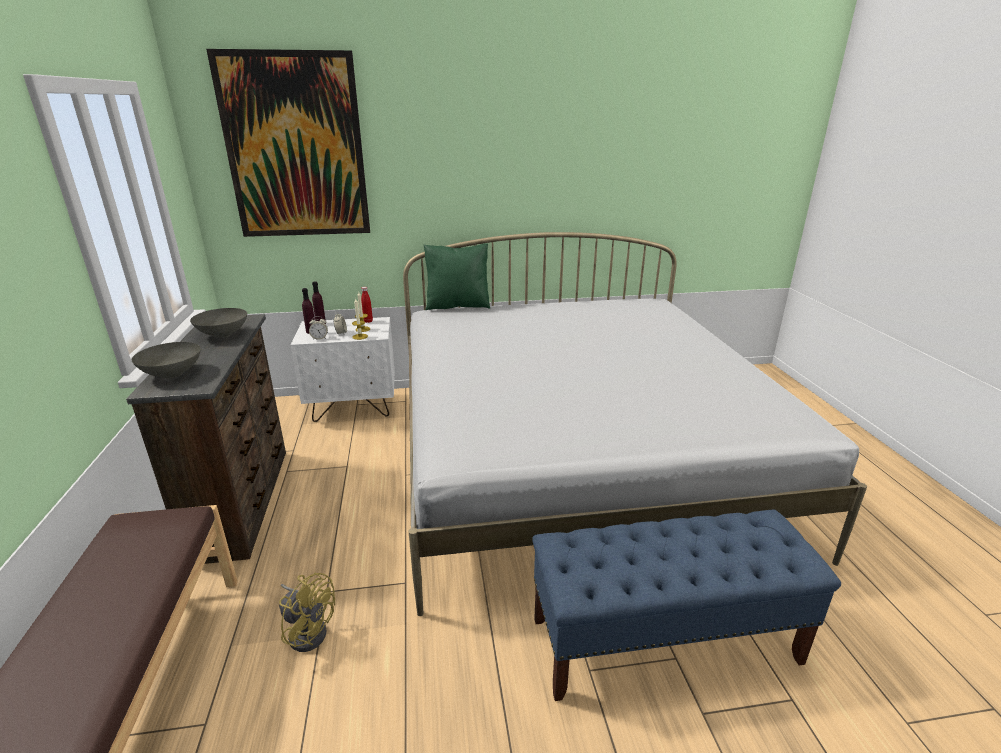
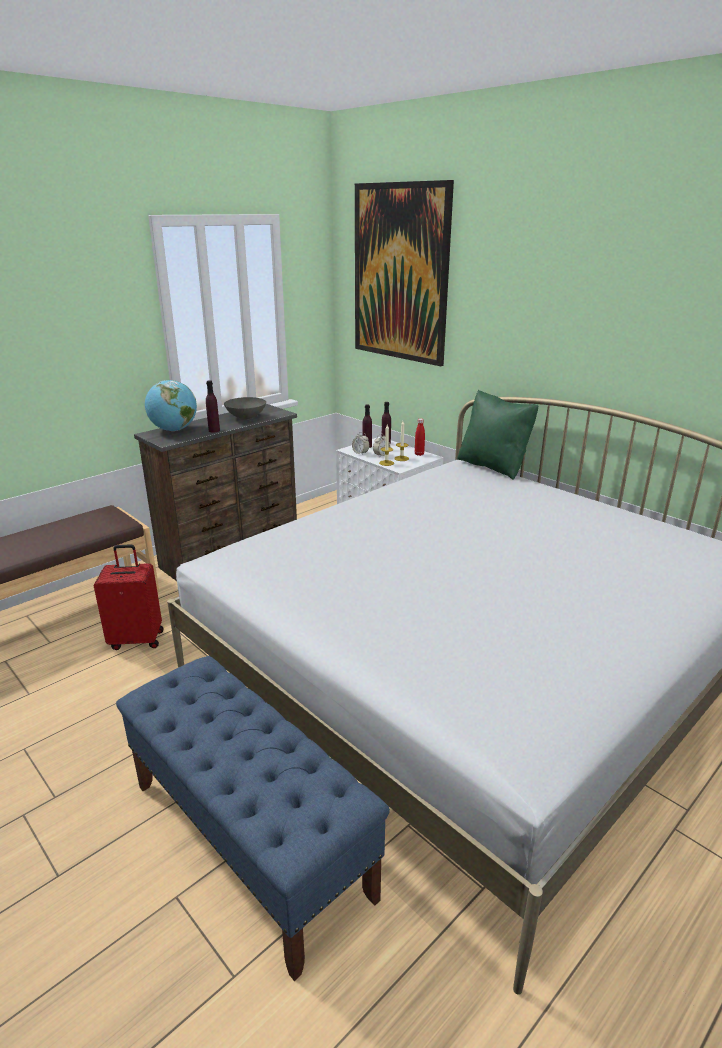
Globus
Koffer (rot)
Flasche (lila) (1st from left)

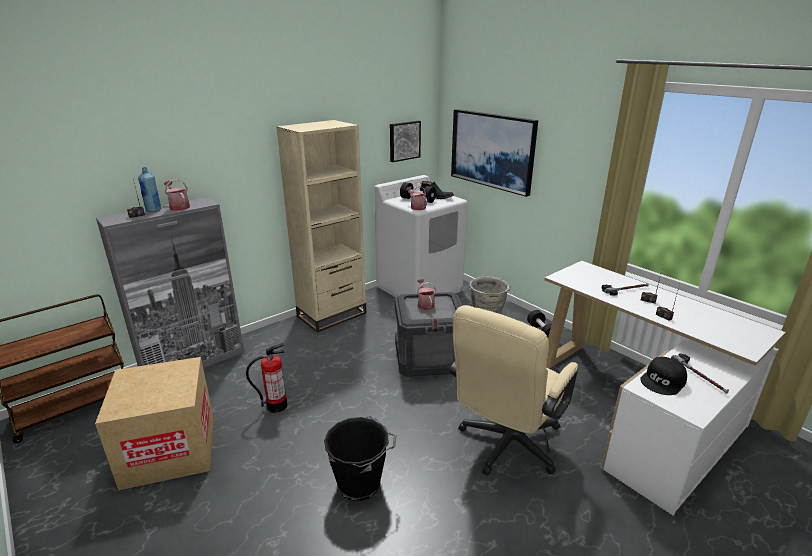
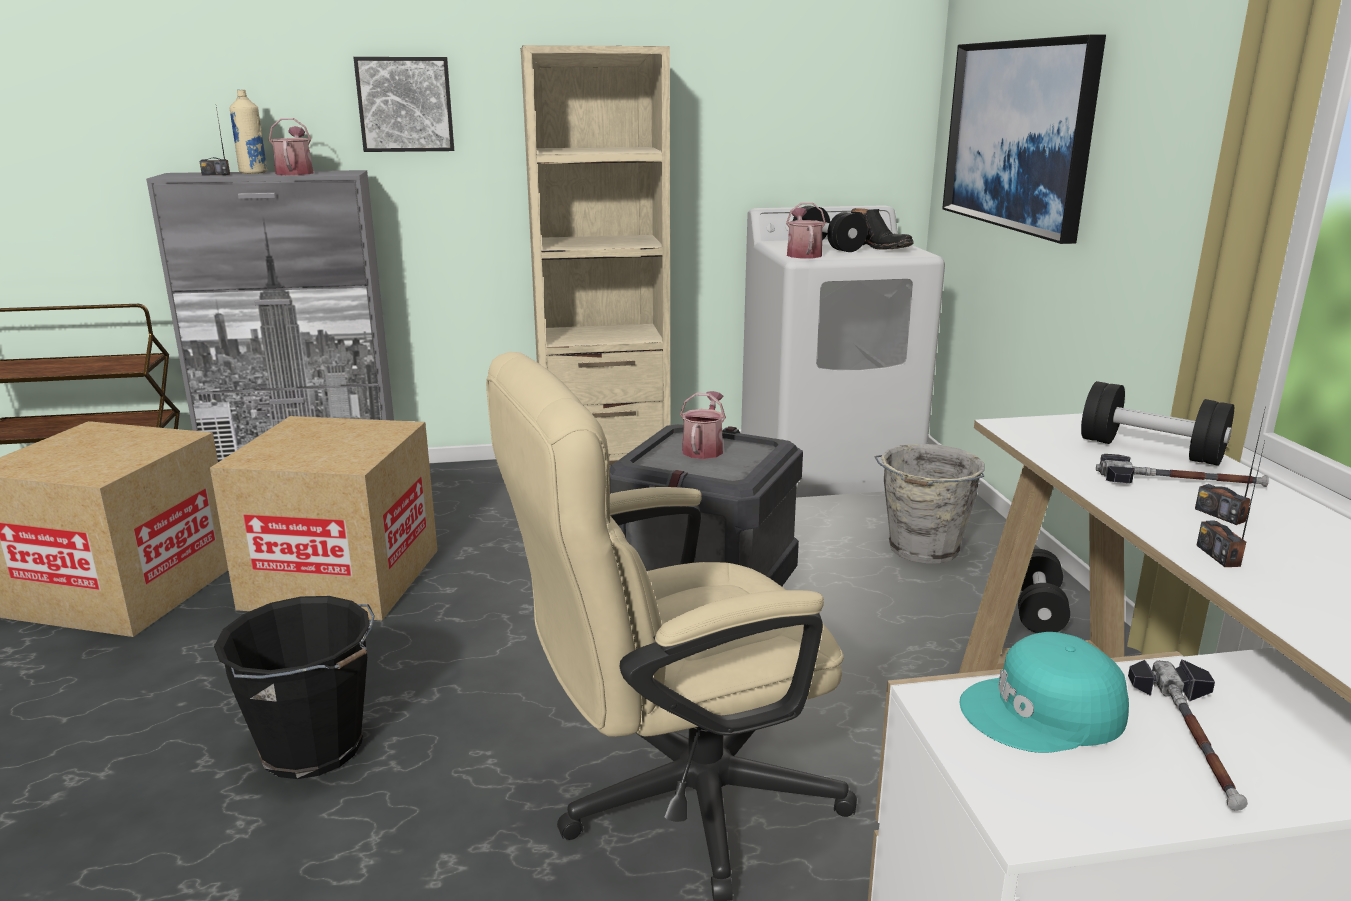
Bild (1st from left)
Flasche (beige)
Karton (2nd from left)
Kappe (türkis)
Hantel (schwarz) (3rd from left)

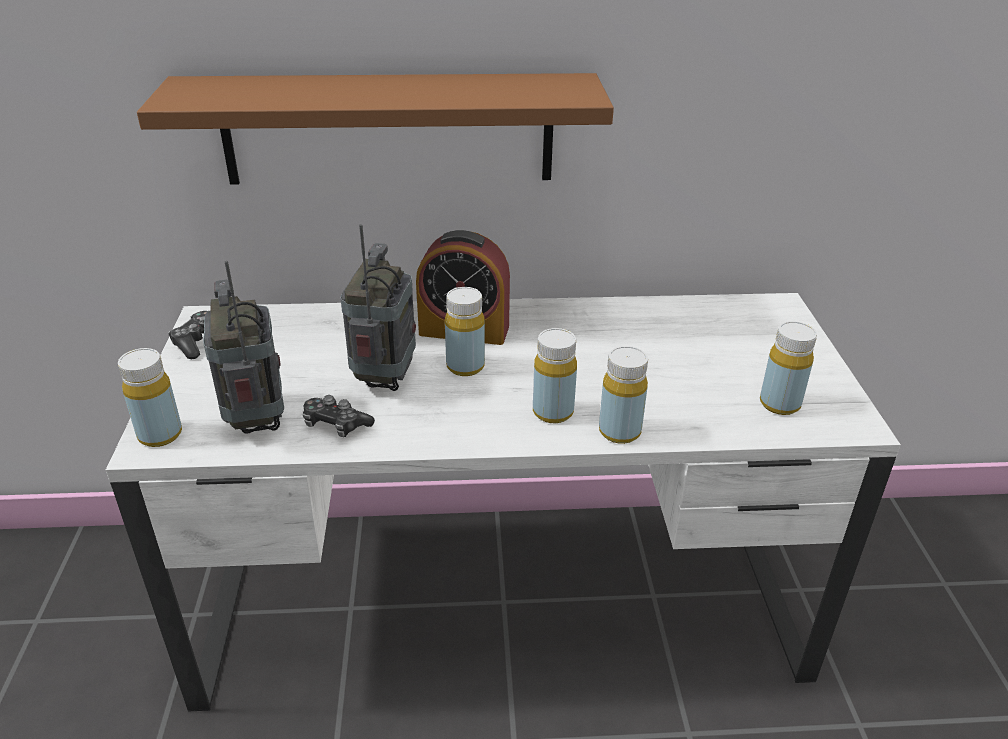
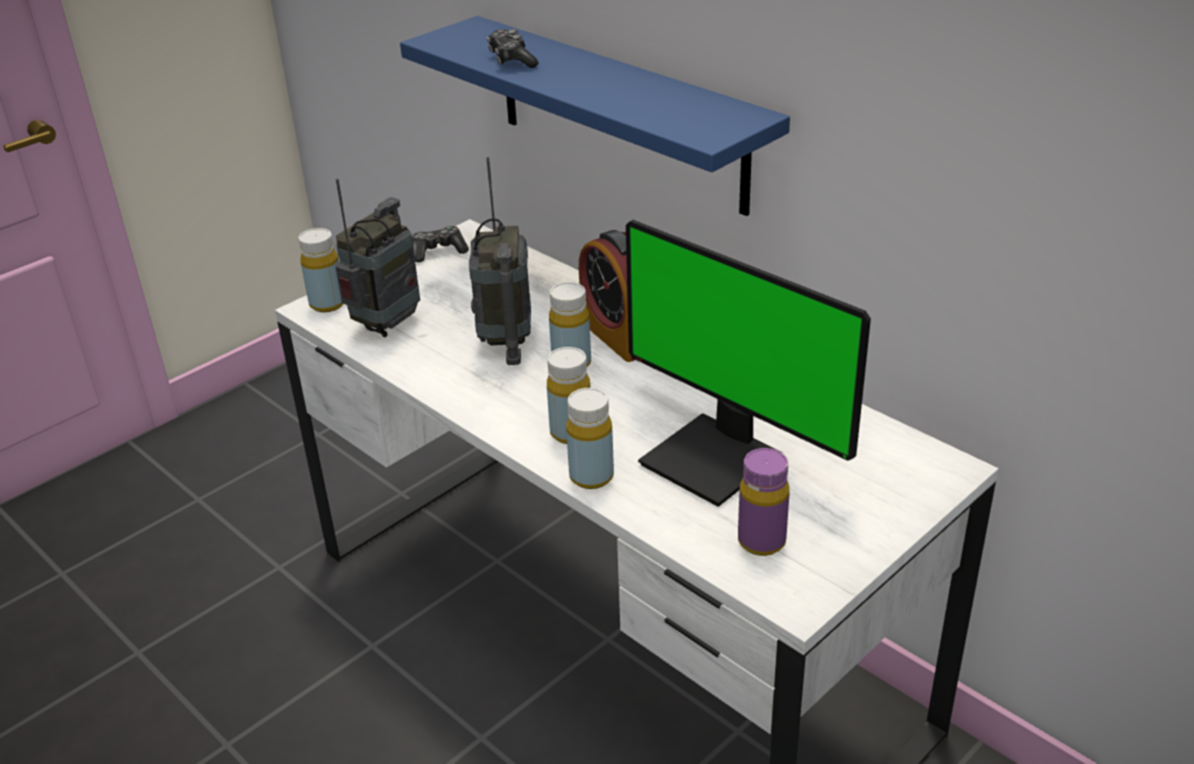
Wandregal (blau)
Radio (2nd from left)
Flasche (lila)
Gamepad (2nd from left)
Monitor

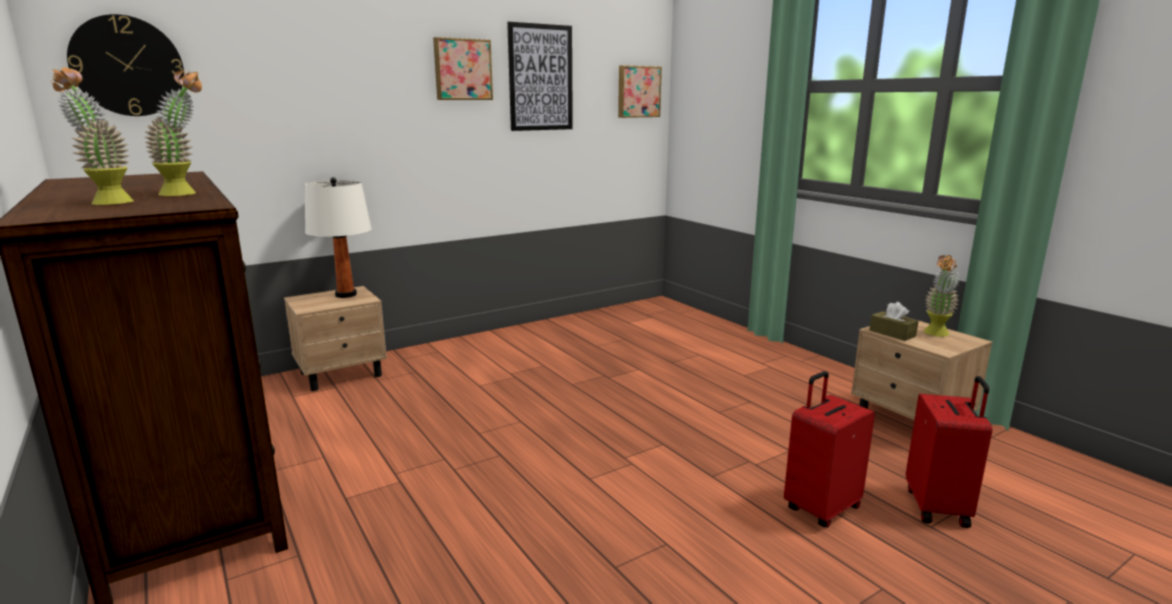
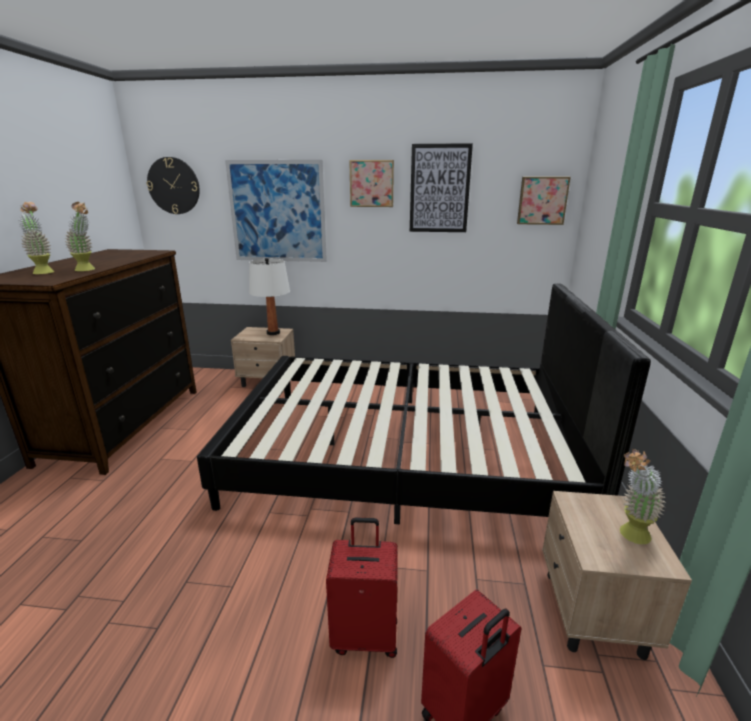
Taschentuchbox (braun)
Bild (1st from left)
Bett (schwarz)

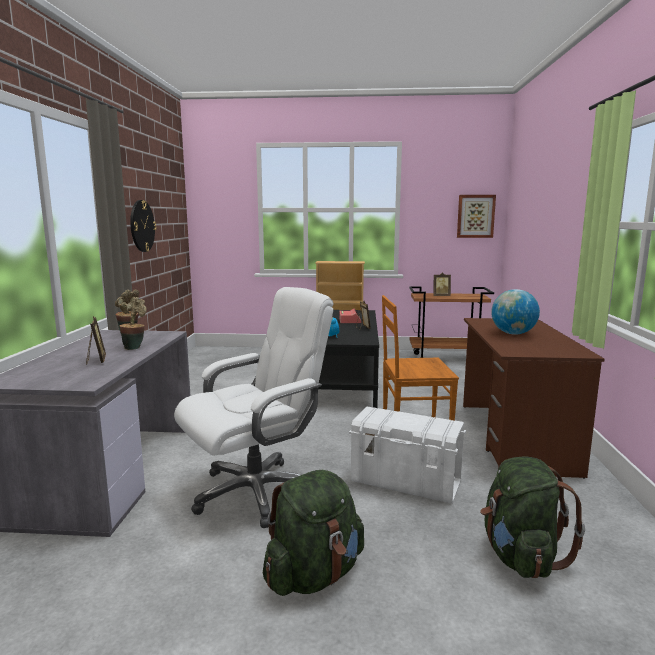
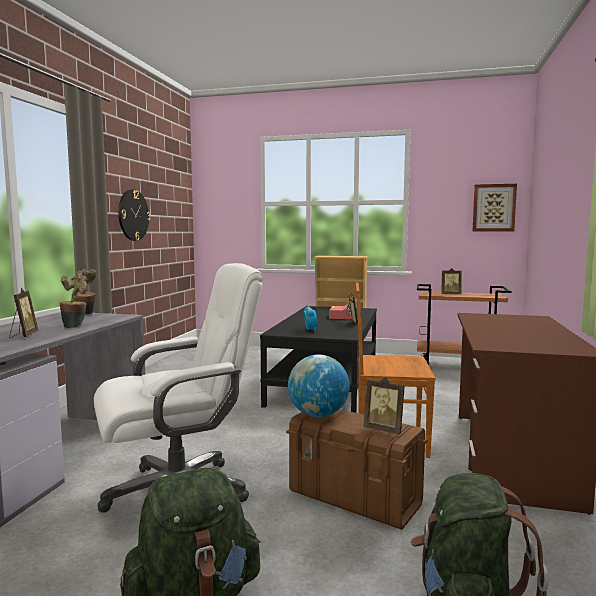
Globus
Aufbewahrungsbox (braun)
Bilderrahmen (3rd from left)

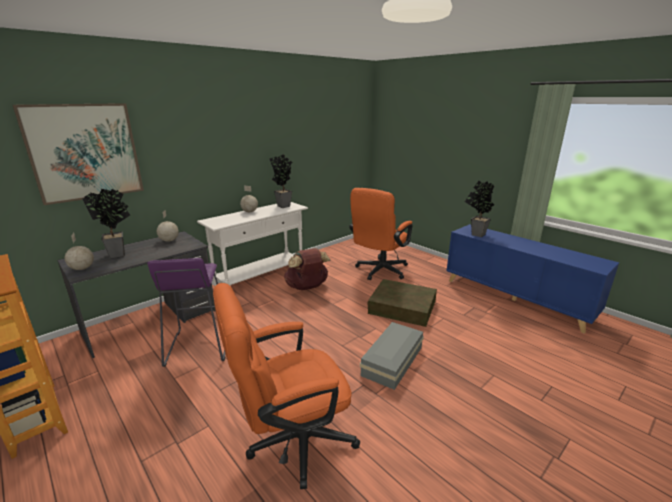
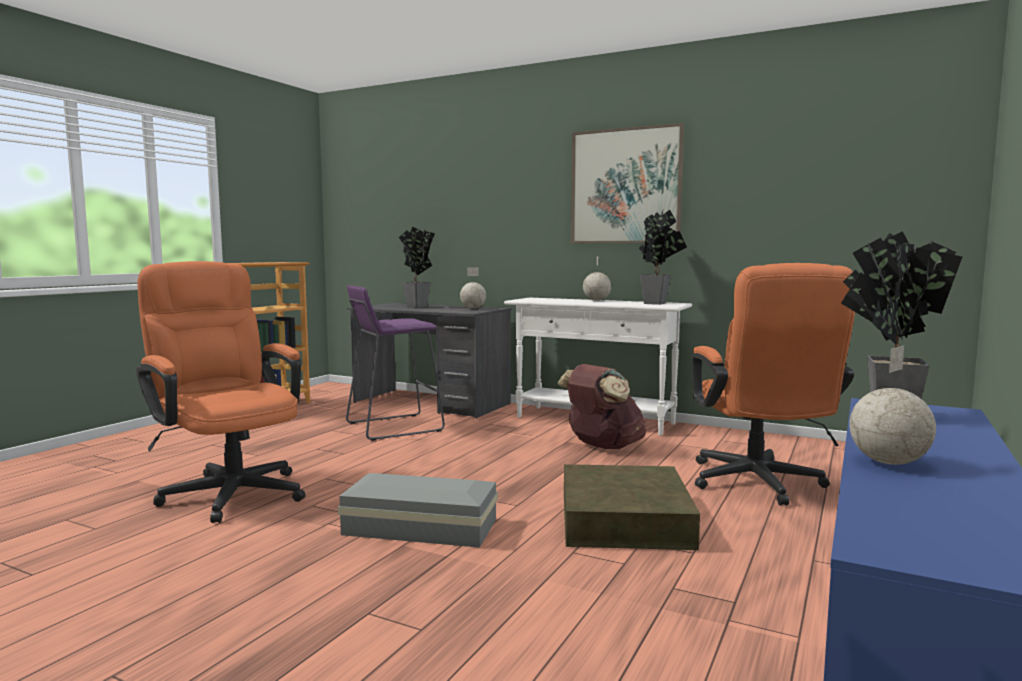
Bild
Bürostuhl (orange) (2nd from left)
Globus (3rd from left)

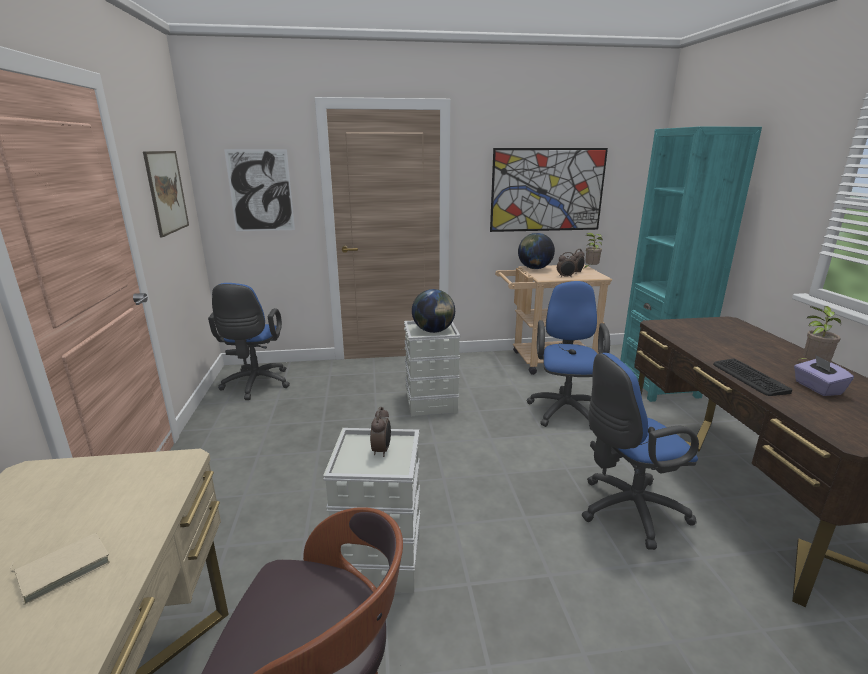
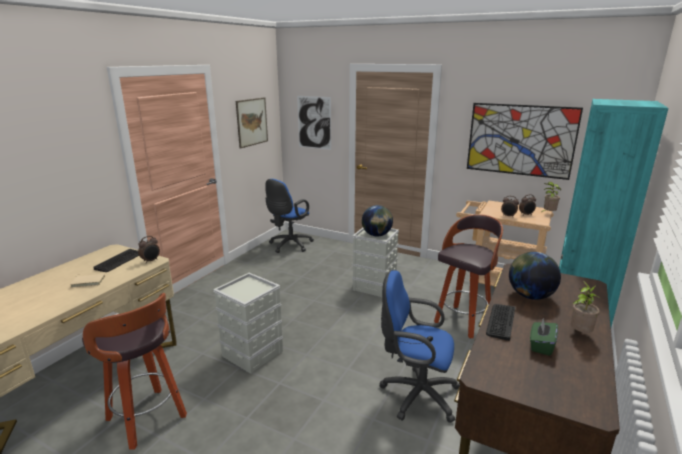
Globus (2nd from left)
Hocker (2nd from left)
Taschentuchbox (grün)
Wecker (1st from left)
Tastatur (1st from left)

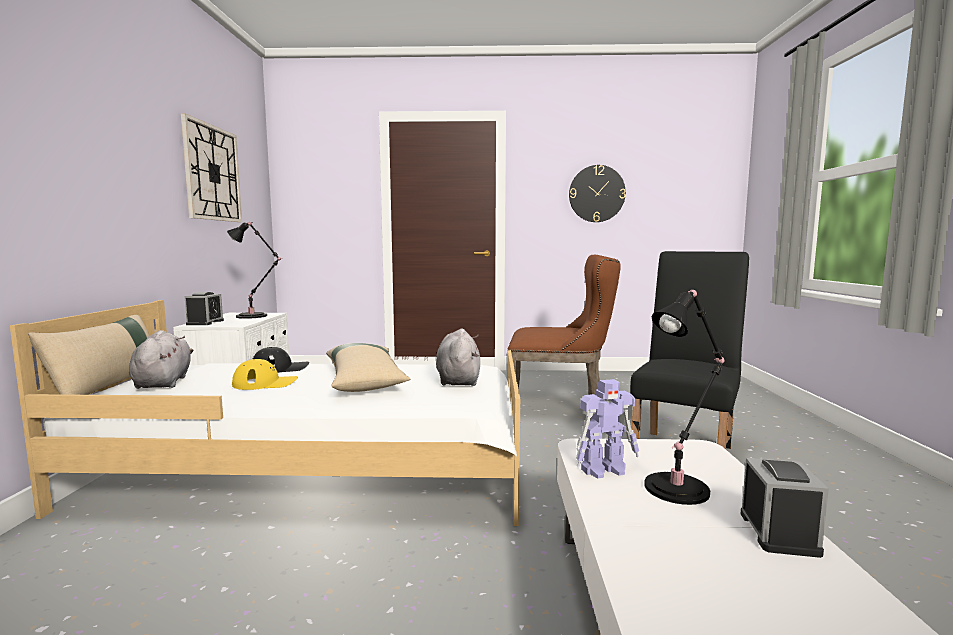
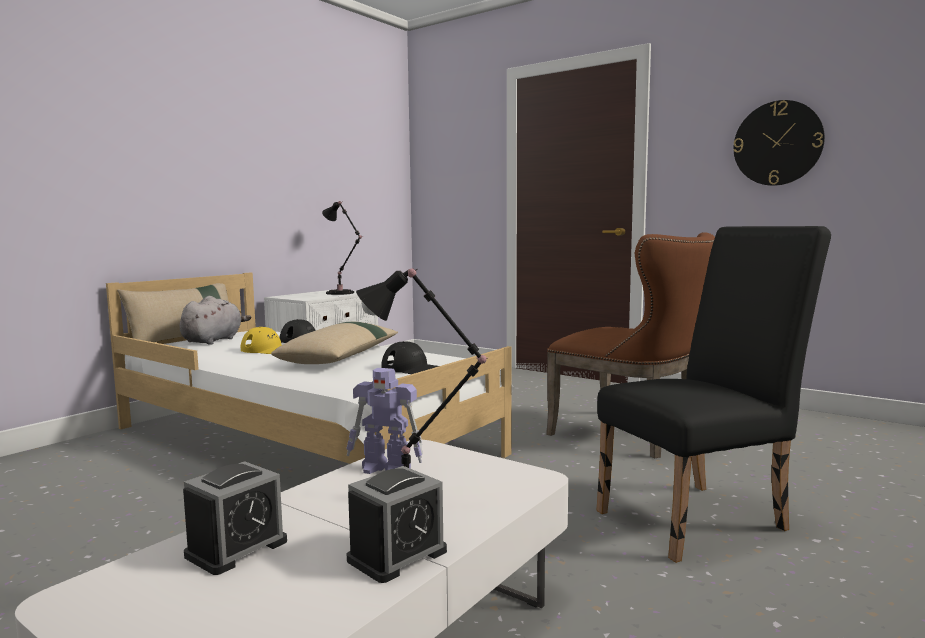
Wanduhr (1st from left in the first image)
Wecker (1st from left)
Kappe (schwarz) (2nd from left)

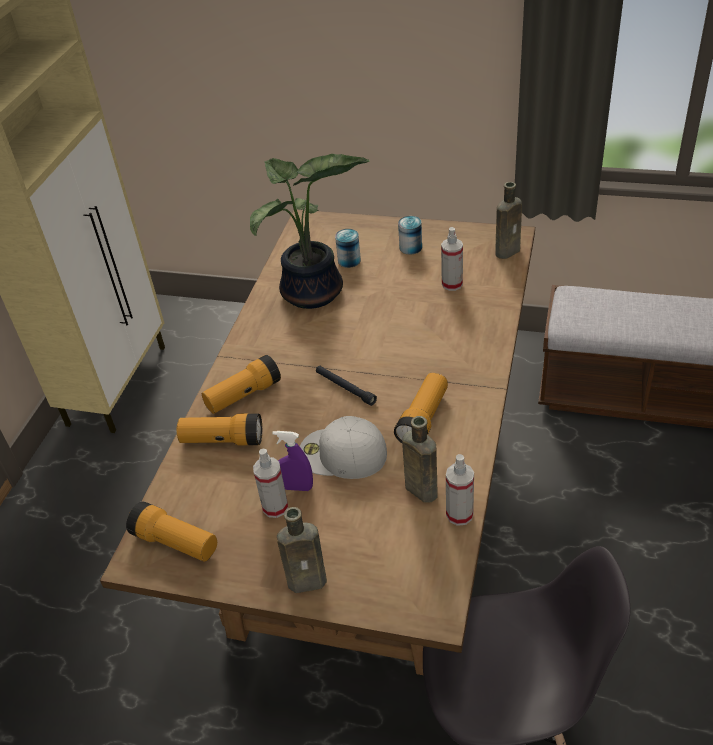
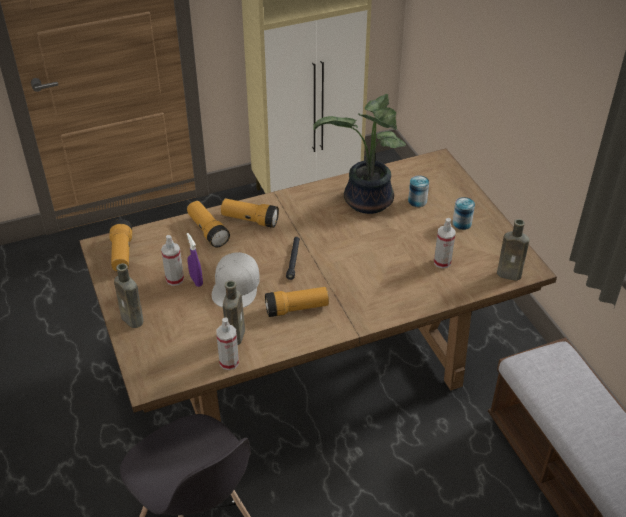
Kappe (weiß)

